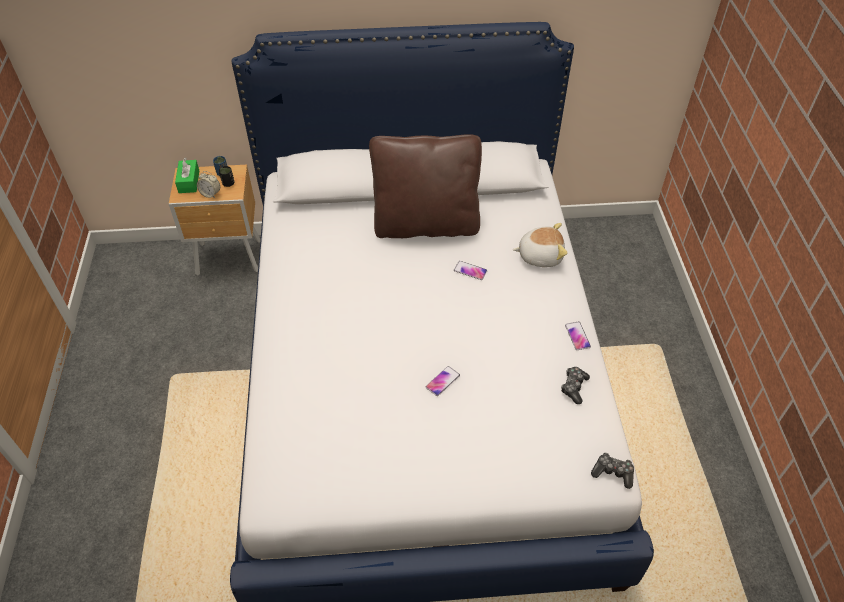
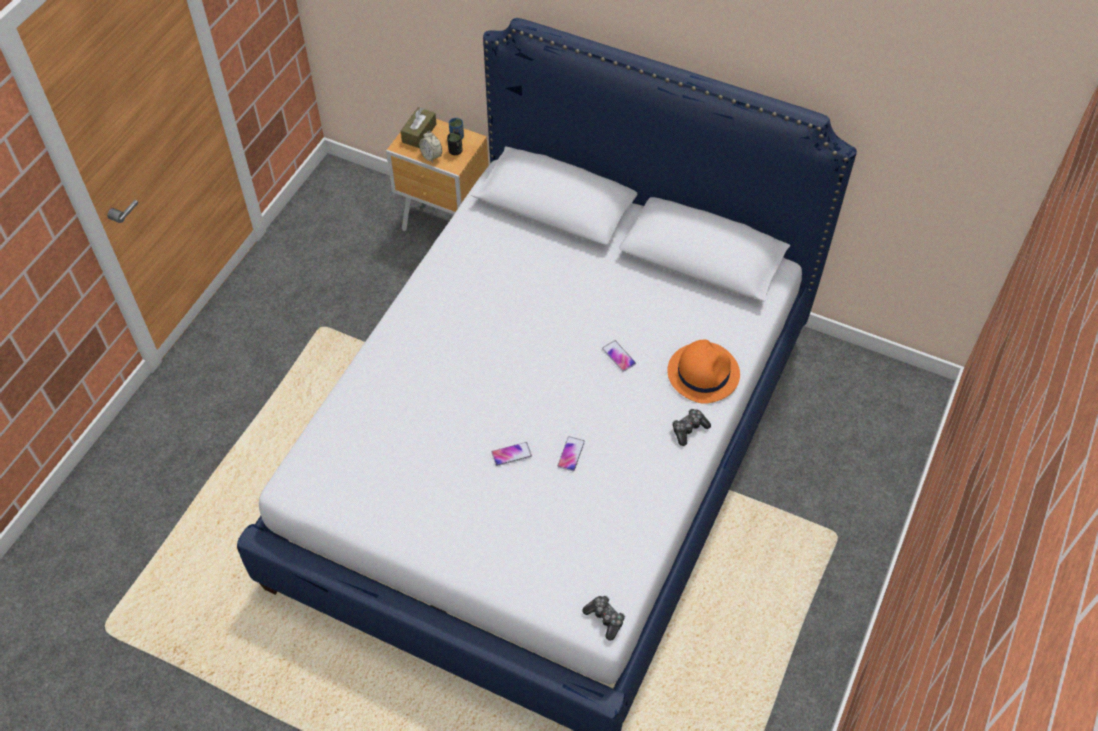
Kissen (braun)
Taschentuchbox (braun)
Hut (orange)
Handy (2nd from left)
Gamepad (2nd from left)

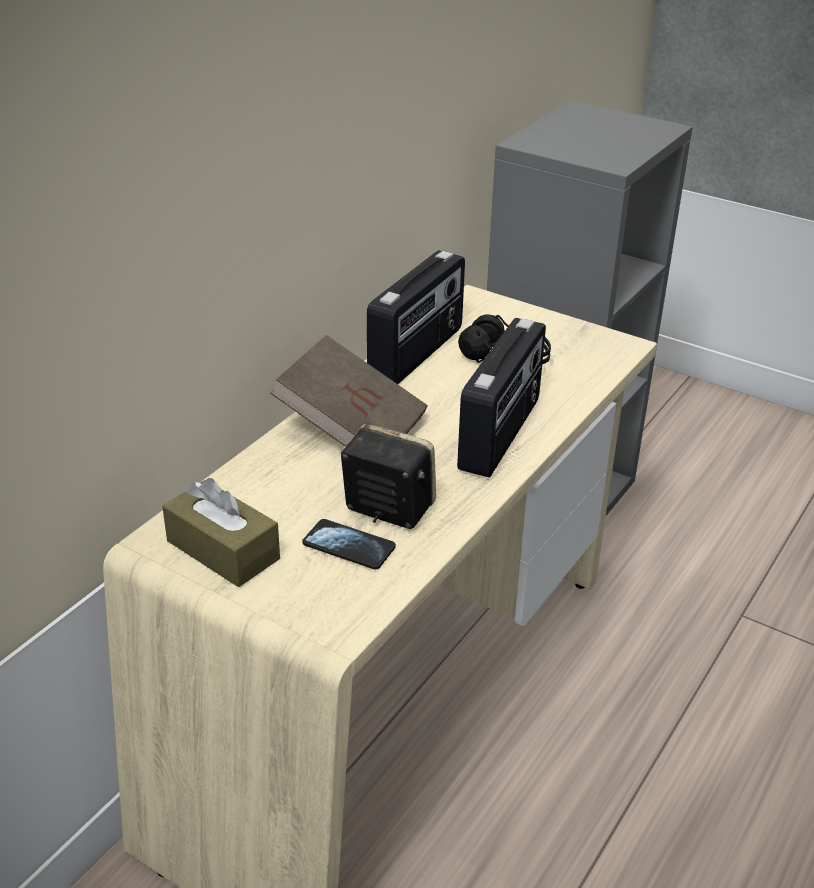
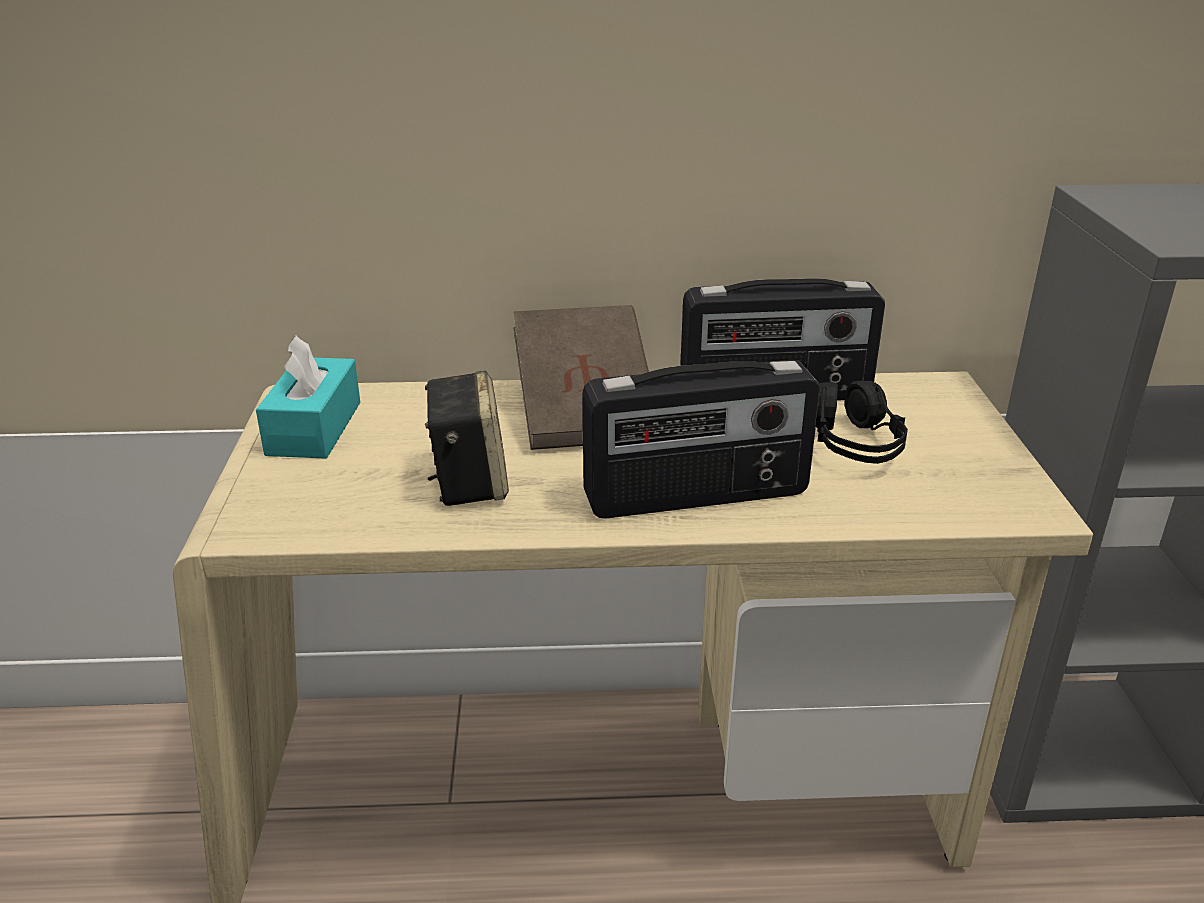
Taschentuchbox (türkis)
Handy

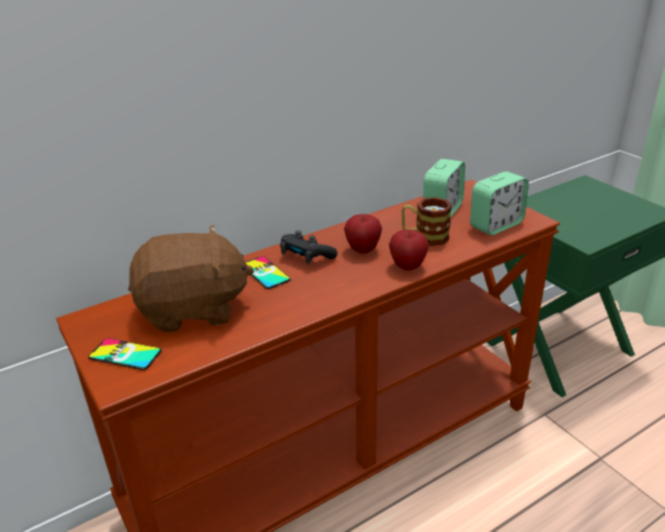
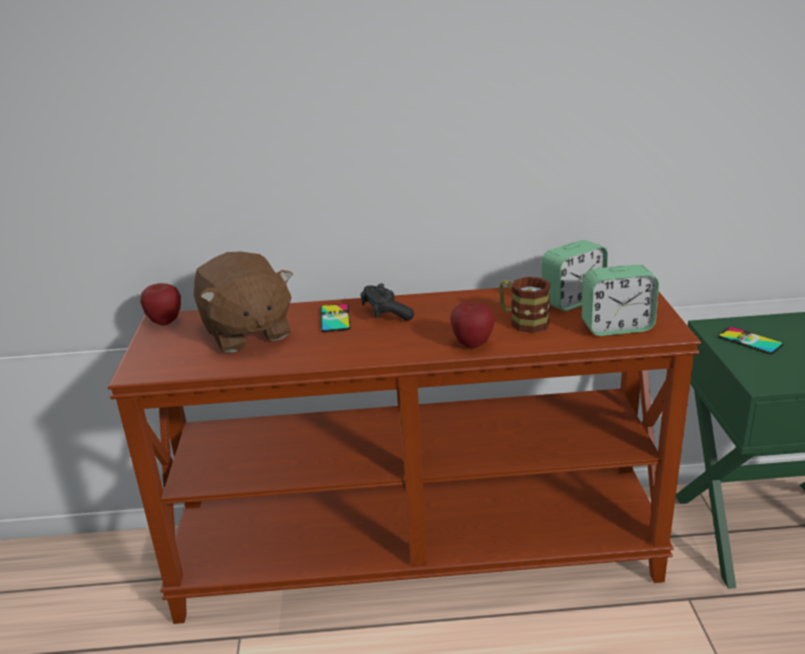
Apfel (1st from left)
Plüschtier (braun)
Handy (2nd from left)

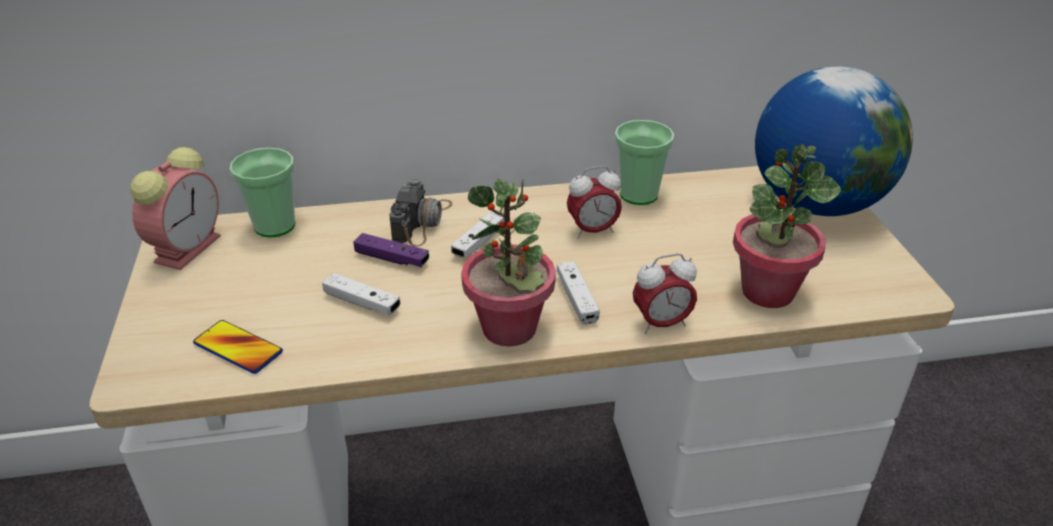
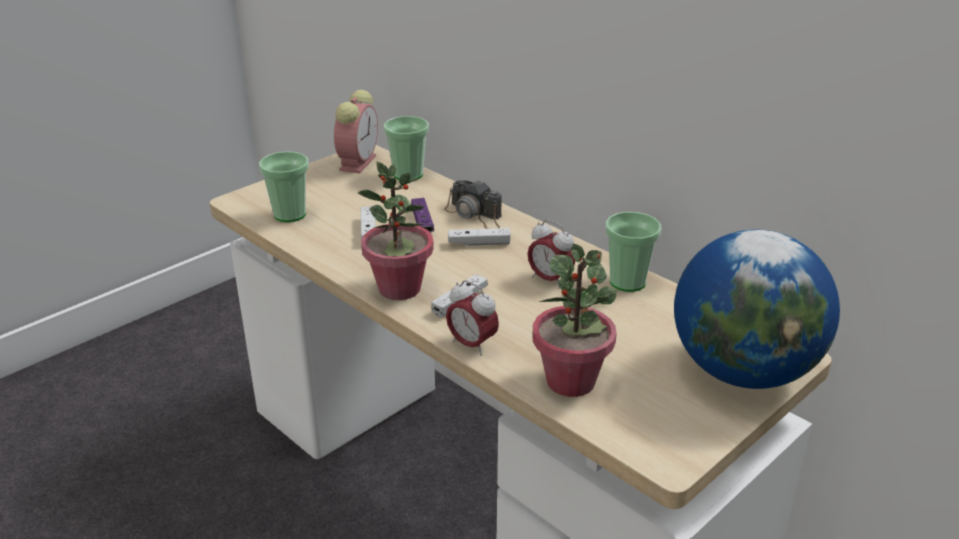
Wecker (1st from left)
Kamera
Tasse (1st from left)

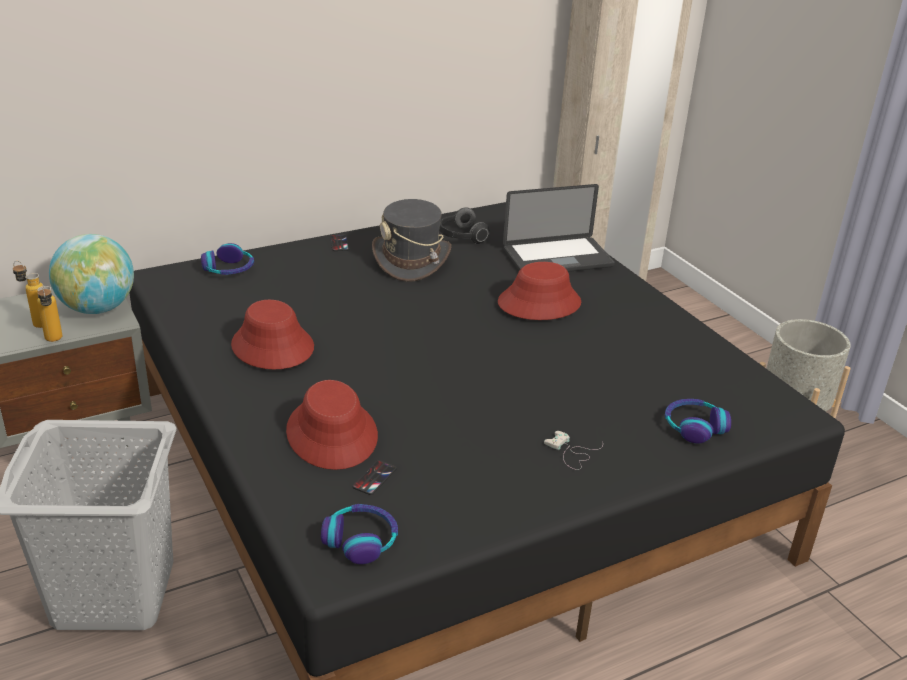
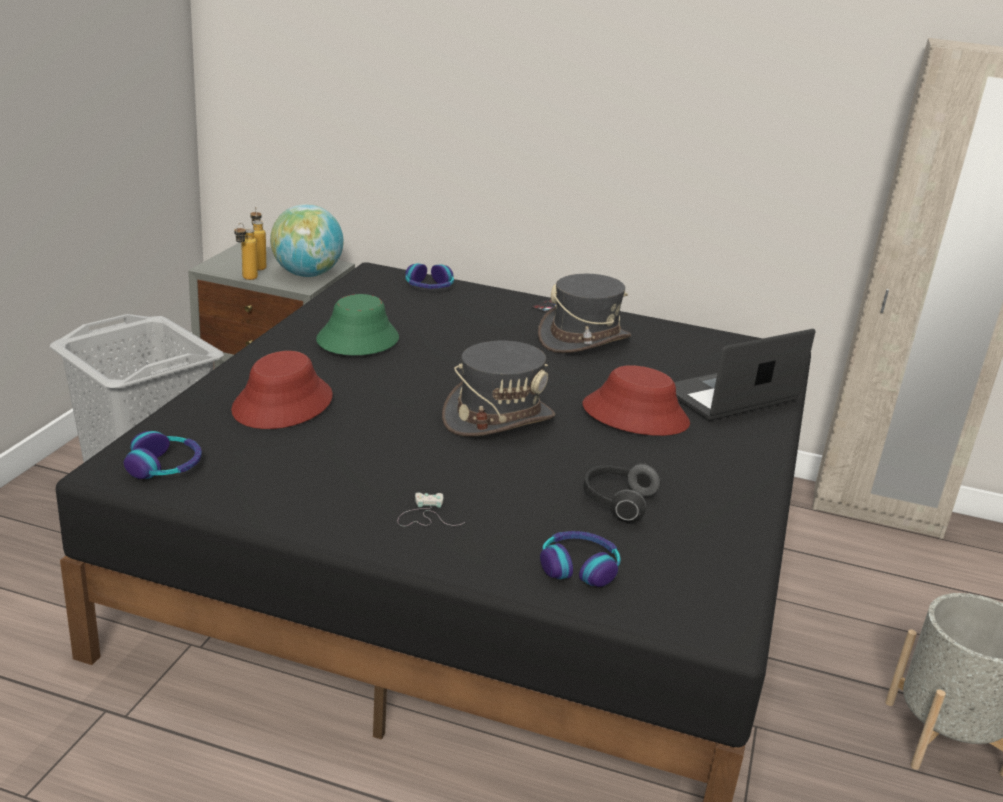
Laptop
Kopfhörer (4th from left)
Hut (grün)
Handy (2nd from left in the first image)
Hut (grau) (1st from left)

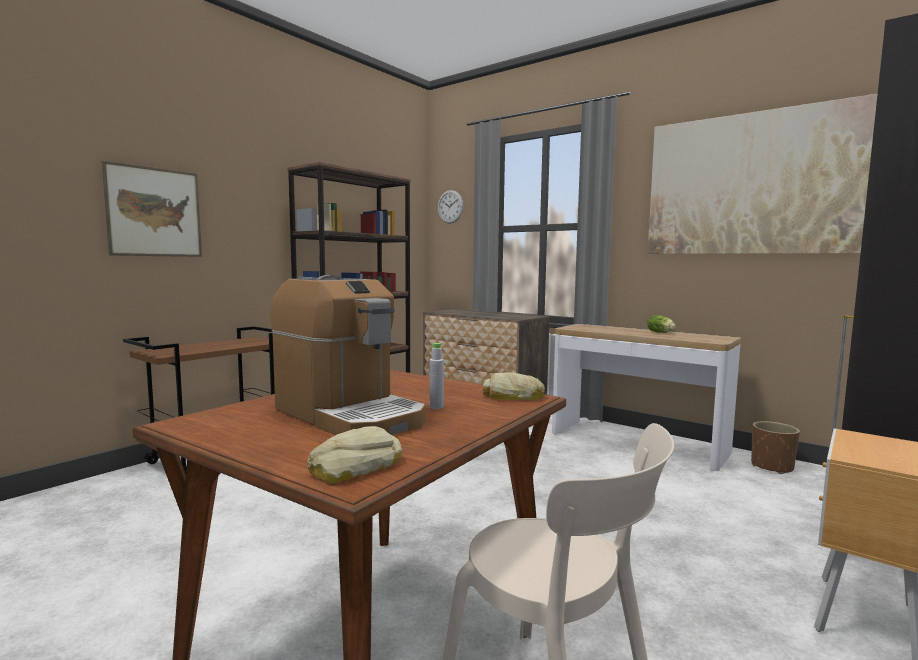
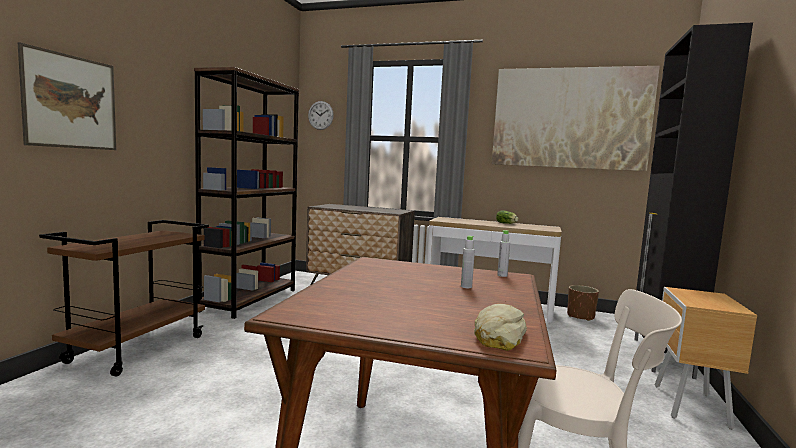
Kaffeemaschine
Flasche (grau) (2nd from left)

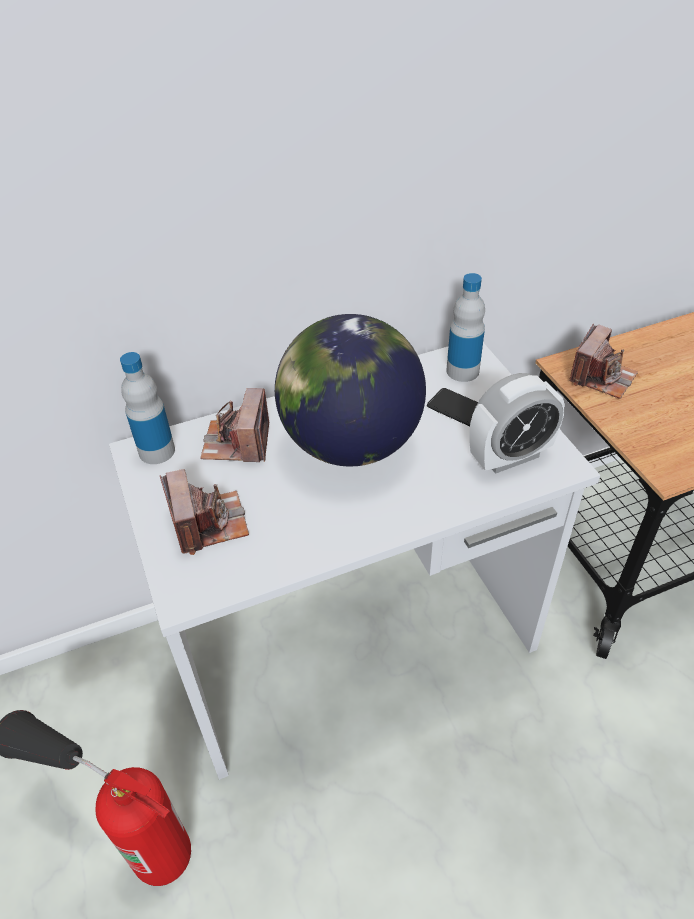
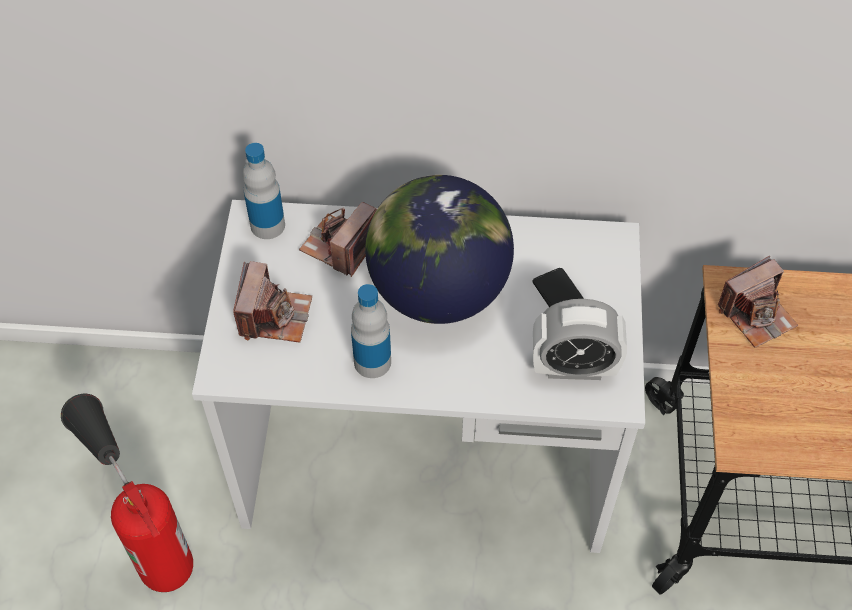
Flasche (2nd from left)

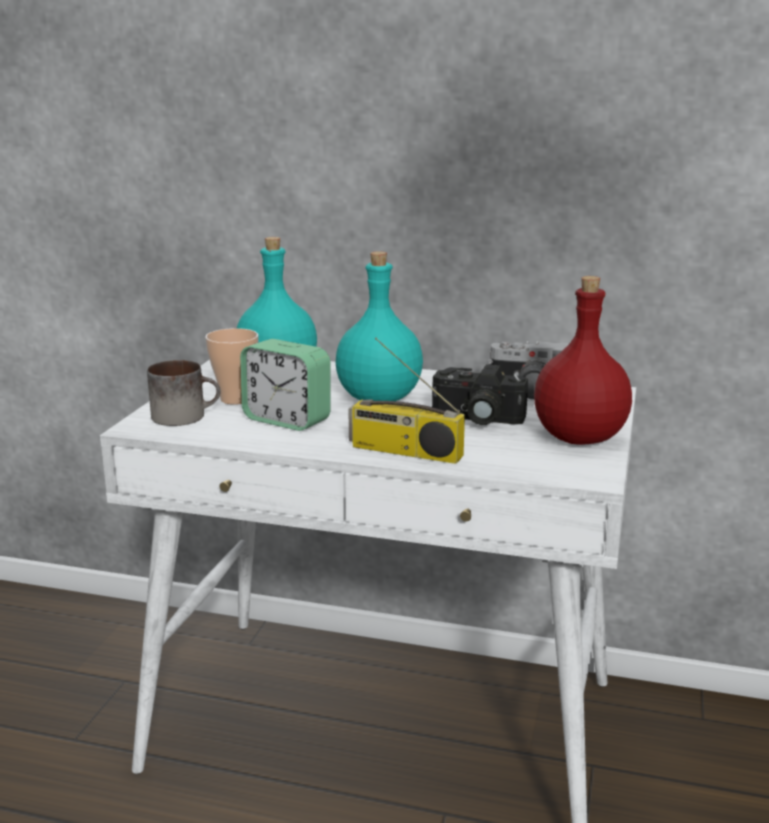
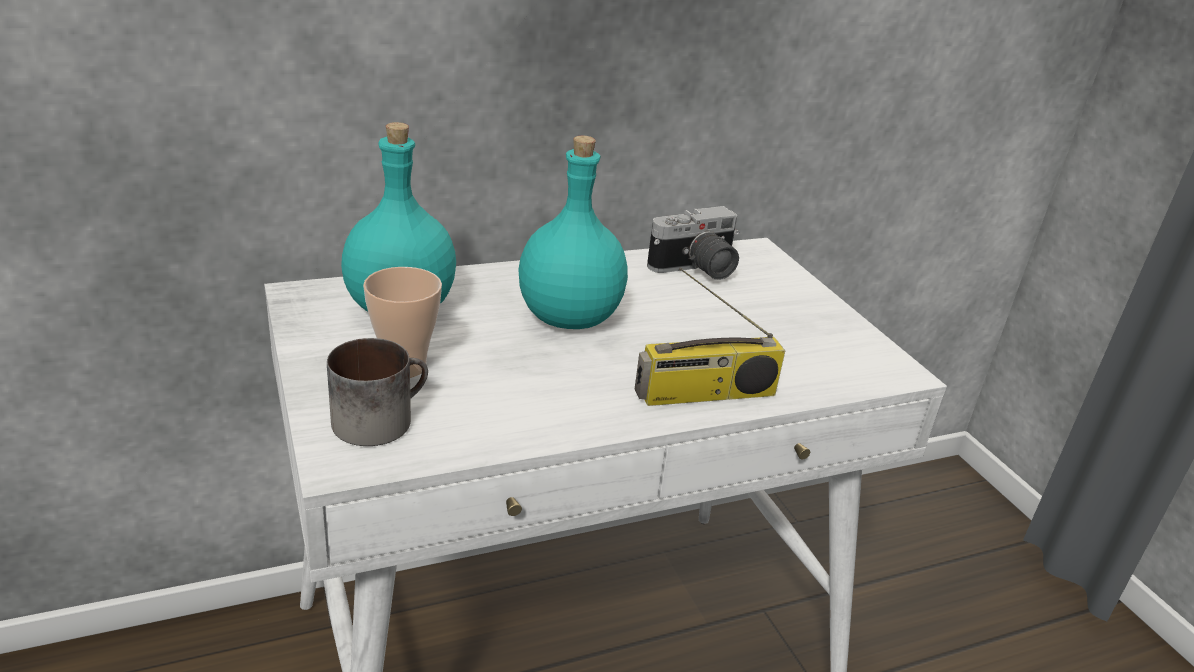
Flasche (rot)
Wecker
Kamera (1st from left in the first image)

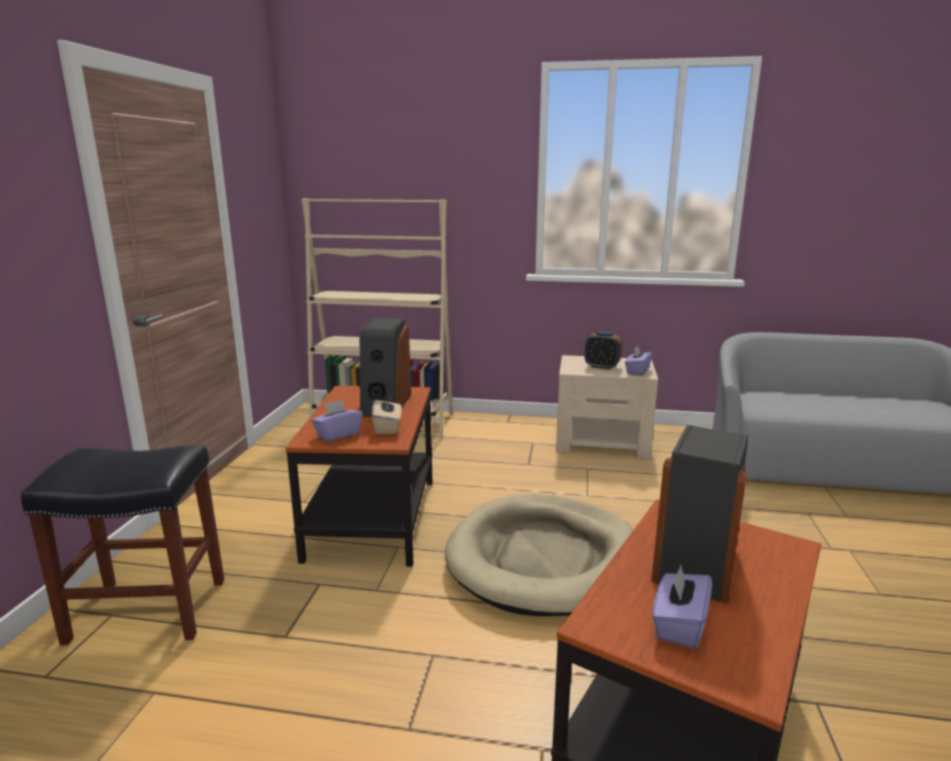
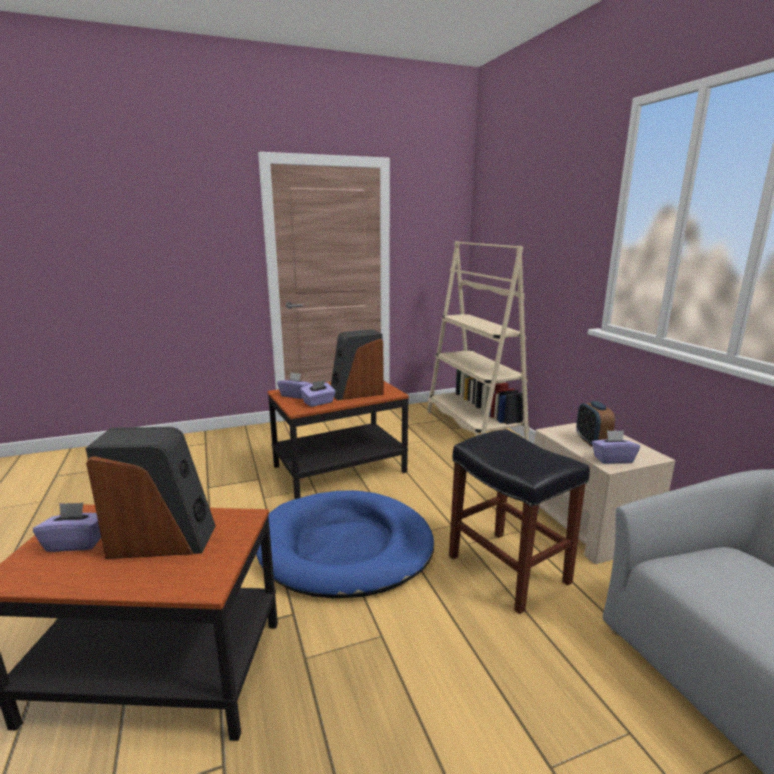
Taschentuchbox (lila) (3rd from left)
Hocker (schwarz)
Hundebett (blau)

